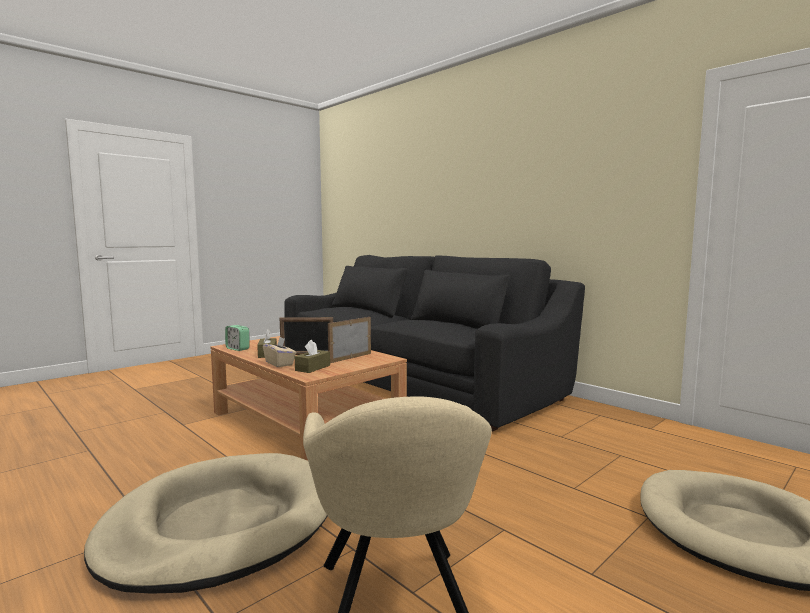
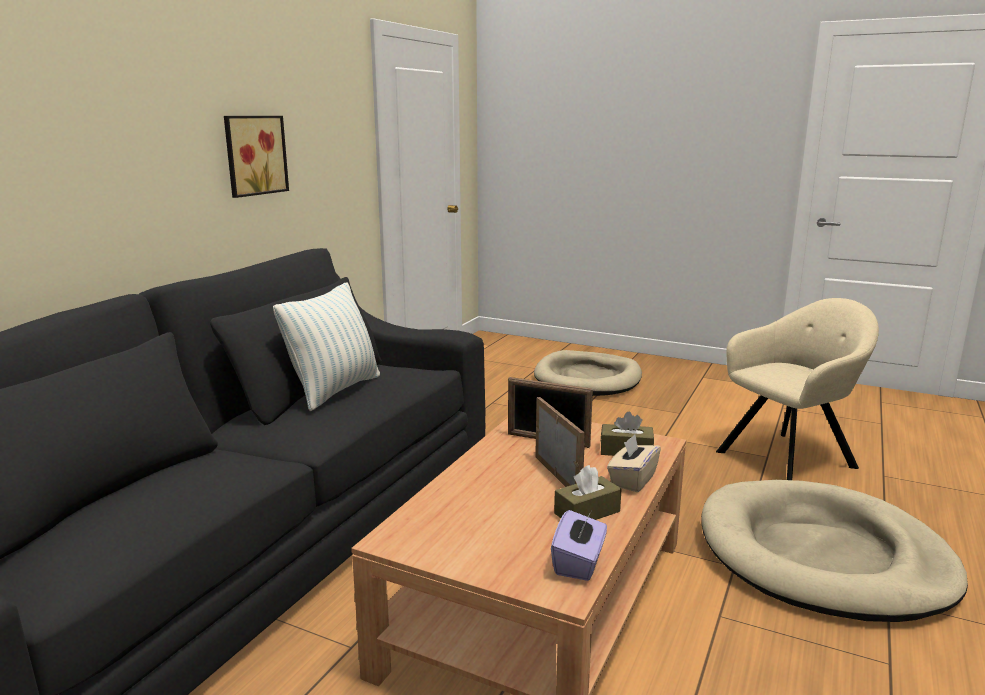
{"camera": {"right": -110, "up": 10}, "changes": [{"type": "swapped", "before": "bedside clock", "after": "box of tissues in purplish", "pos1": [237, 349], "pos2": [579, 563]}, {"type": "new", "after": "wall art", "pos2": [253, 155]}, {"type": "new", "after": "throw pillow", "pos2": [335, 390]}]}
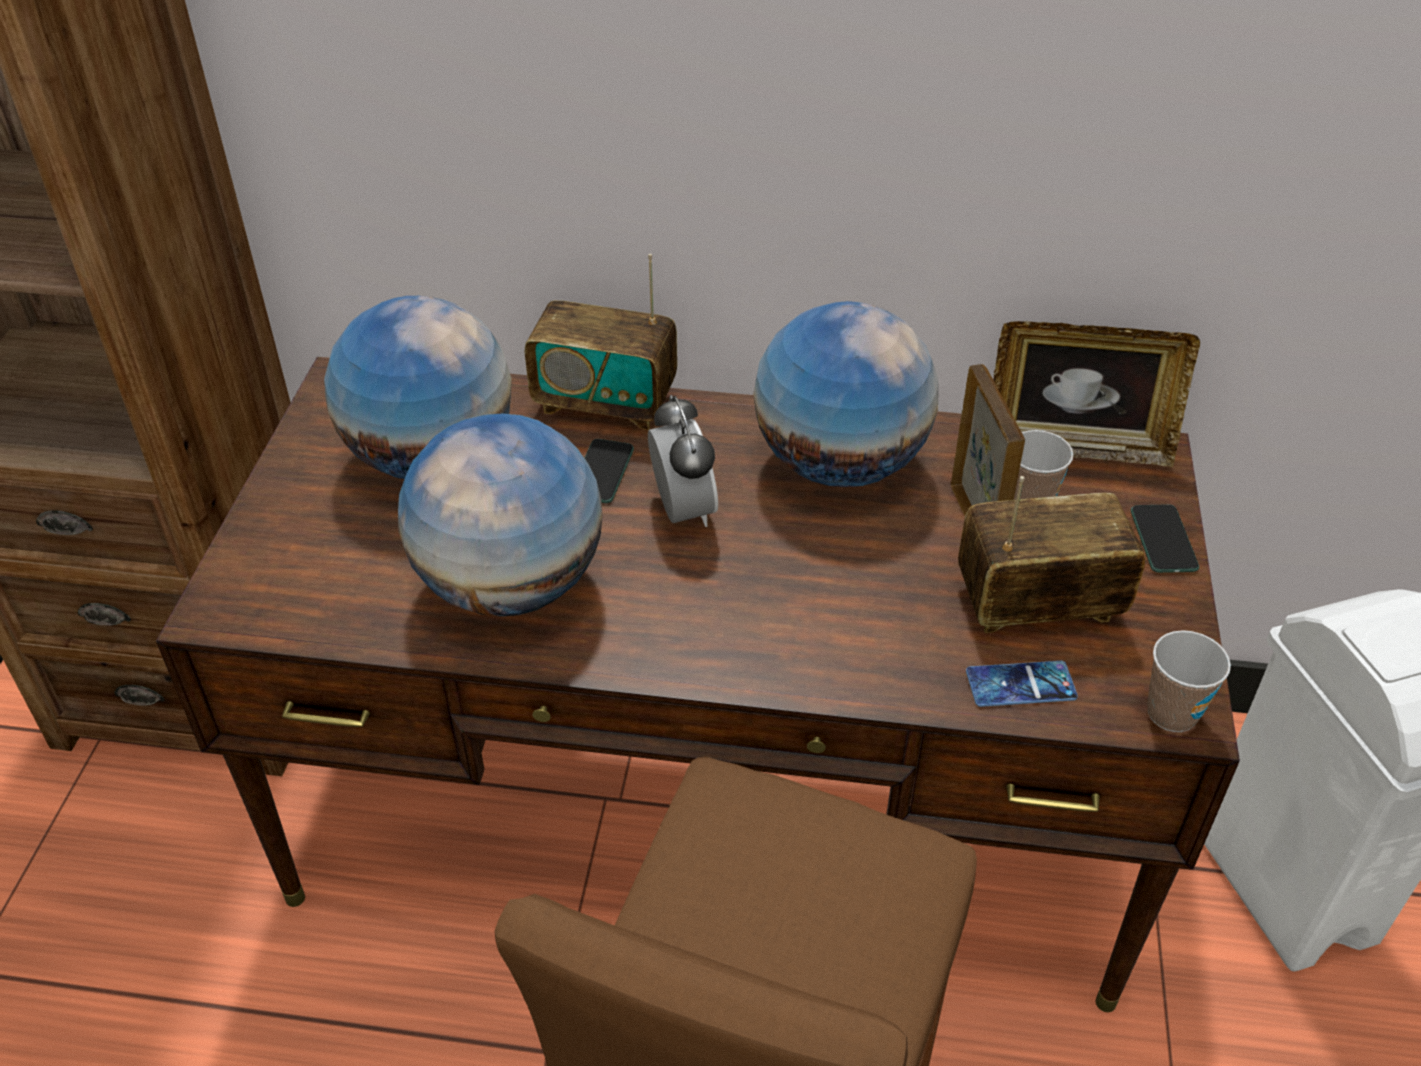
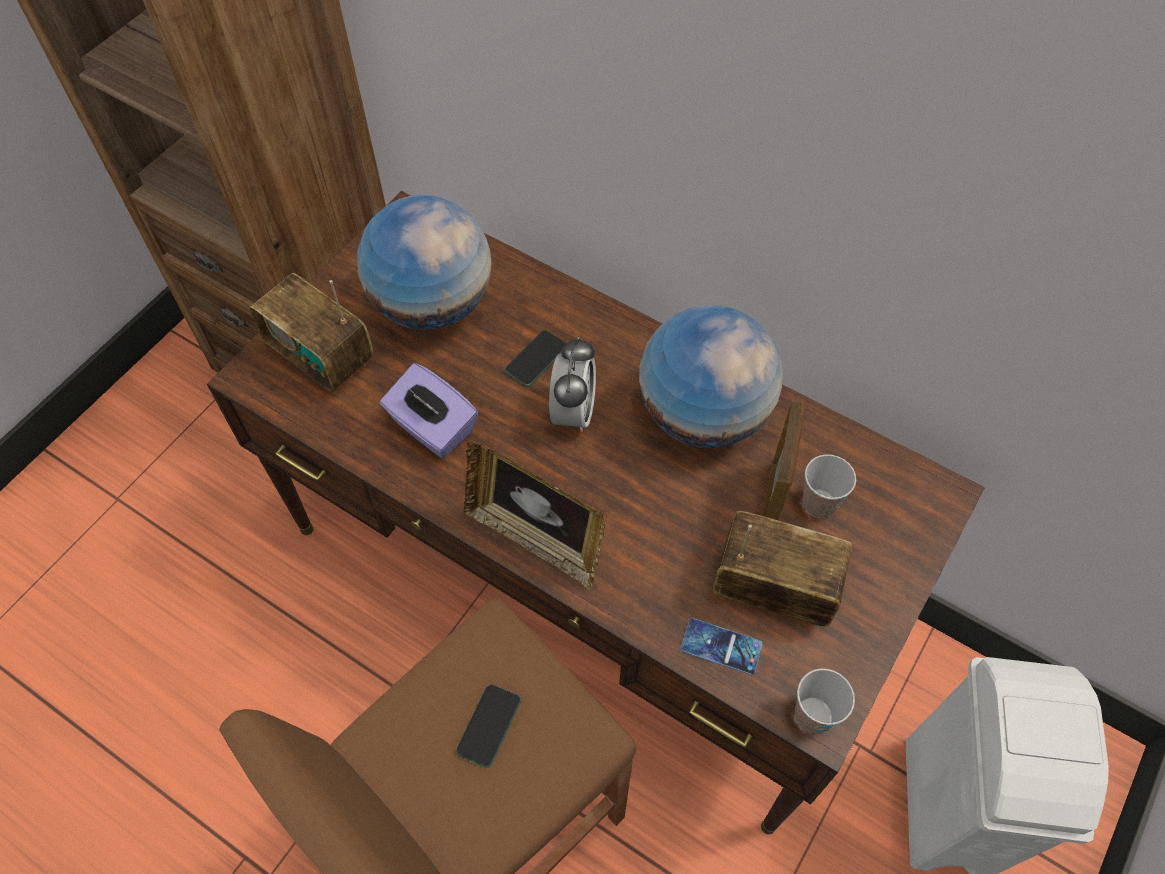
{"camera": {"right": 25, "up": 15}, "changes": [{"type": "swapped", "before": "globe", "after": "box of tissues in purplish", "pos1": [512, 585], "pos2": [432, 428]}, {"type": "shifted", "before": "radio", "pos1": [605, 403], "pos2": [321, 356]}, {"type": "shifted", "before": "picture frame", "pos1": [1076, 446], "pos2": [536, 539]}, {"type": "shifted", "before": "telephone", "pos1": [1163, 540], "pos2": [489, 726]}]}
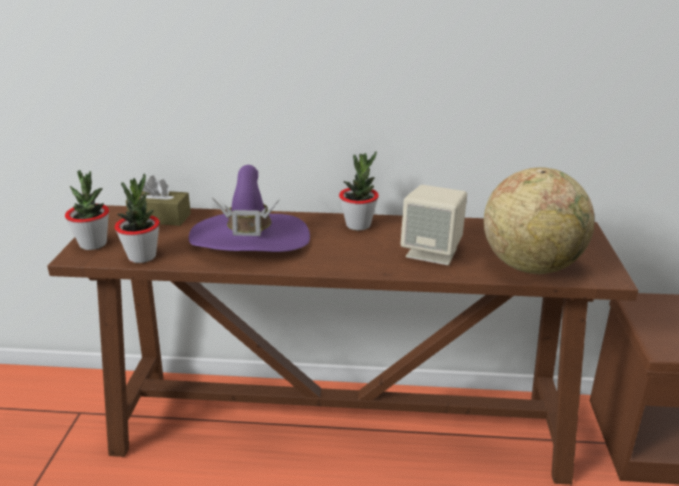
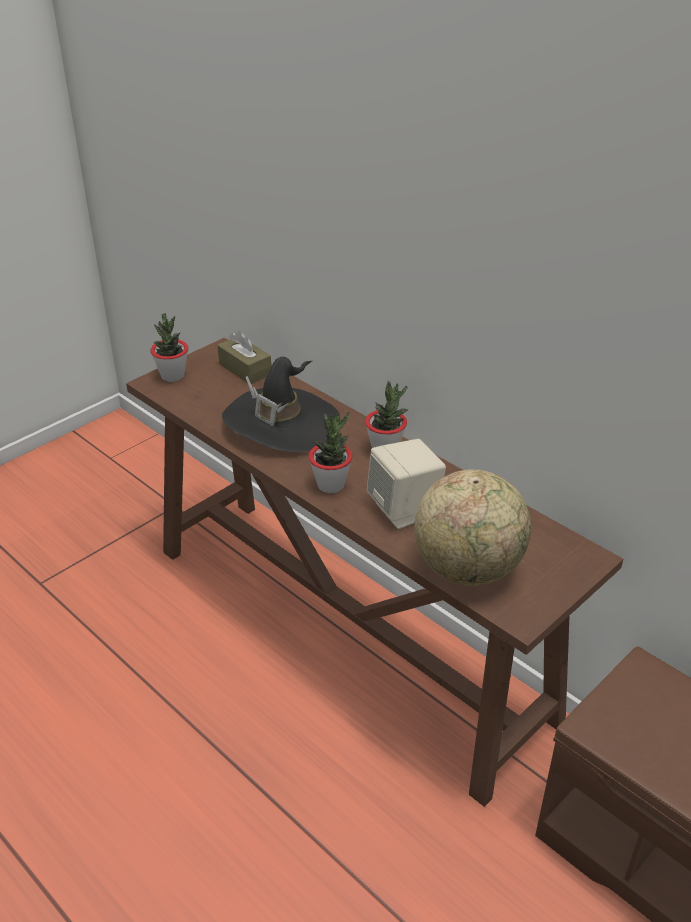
{"camera": {"right": 40, "up": 10}, "changes": [{"type": "shifted", "before": "plant in a pot", "pos1": [142, 256], "pos2": [331, 485]}, {"type": "repainted", "before": "clothing hat in purplish", "after": "clothing hat in blackish", "pos1": [250, 239], "pos2": [281, 423]}]}
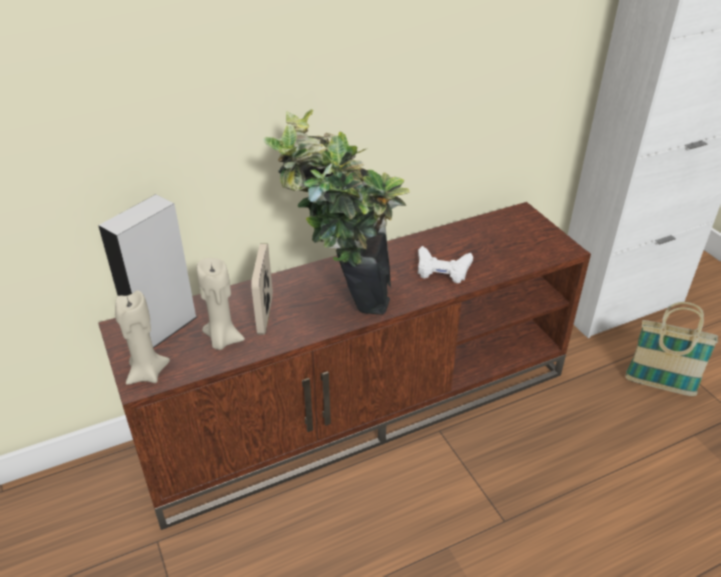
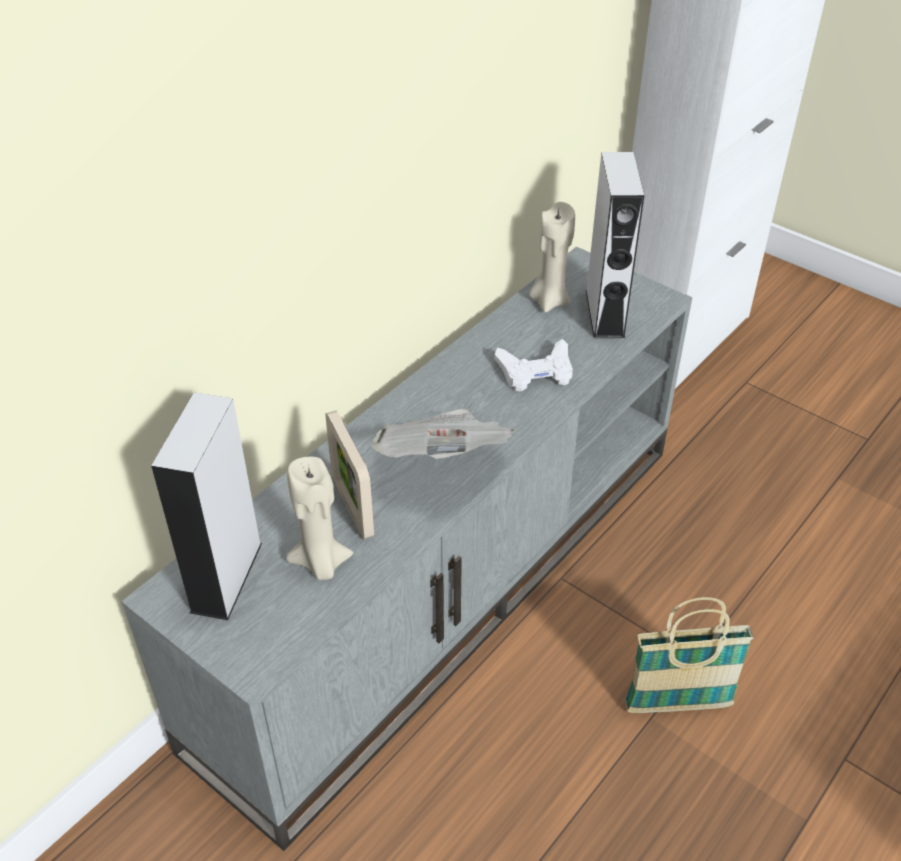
{"camera": {"right": -25, "up": 5}, "changes": [{"type": "repainted", "before": "media console in brown", "after": "media console in grey", "pos1": [360, 407], "pos2": [447, 583]}, {"type": "shifted", "before": "wax light in beige-coloured", "pos1": [147, 373], "pos2": [549, 300]}, {"type": "swapped", "before": "plant in a pot", "after": "newspaper", "pos1": [341, 304], "pos2": [443, 461]}, {"type": "shifted", "before": "basket", "pos1": [659, 386], "pos2": [678, 705]}, {"type": "new", "after": "audio speaker in grey", "pos2": [604, 313]}]}
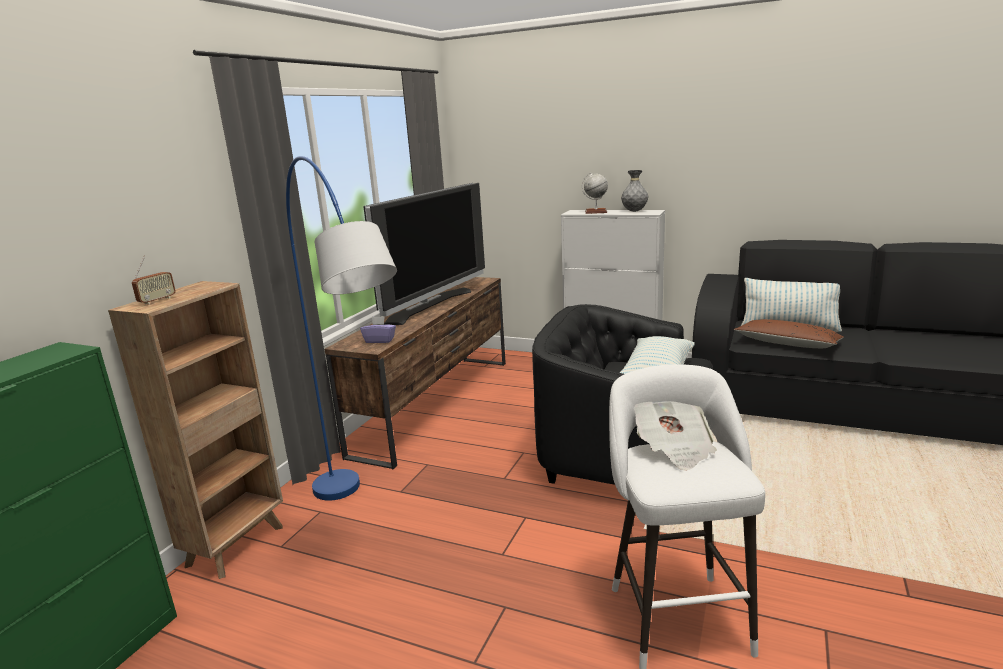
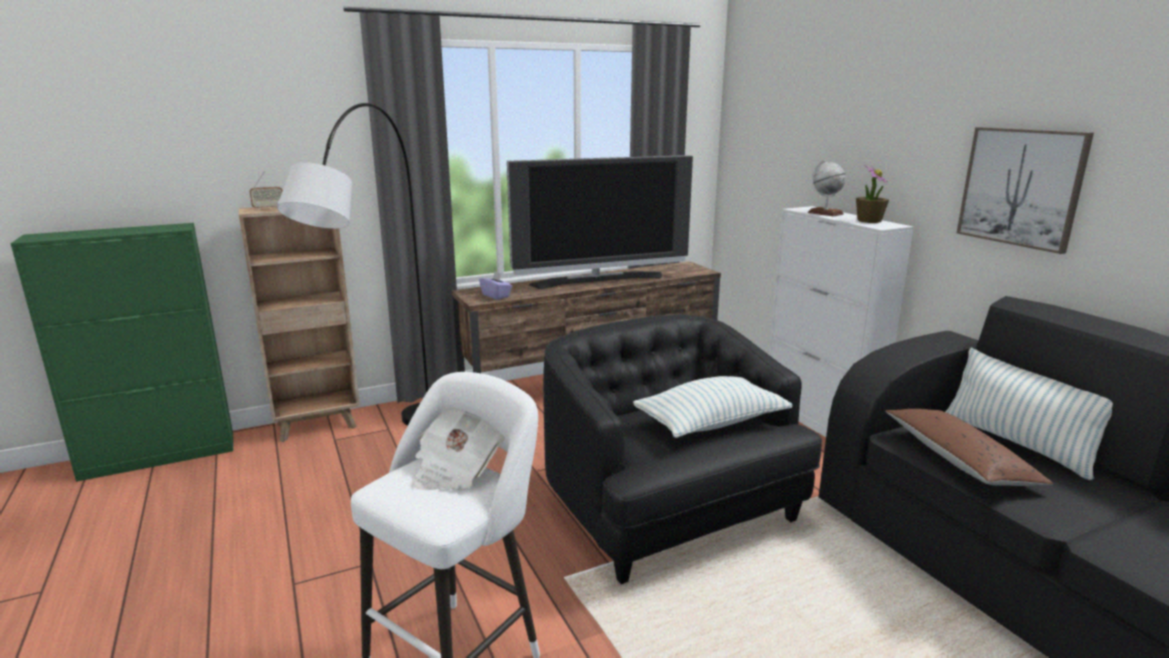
{"camera": {"right": 40, "up": 0}, "changes": [{"type": "repainted", "before": "standing lamp in bluish", "after": "standing lamp in grey", "pos1": [367, 531], "pos2": [389, 457]}, {"type": "swapped", "before": "flower vase in grey", "after": "plant in a pot", "pos1": [634, 211], "pos2": [869, 221]}, {"type": "new", "after": "wall art", "pos2": [1021, 187]}]}
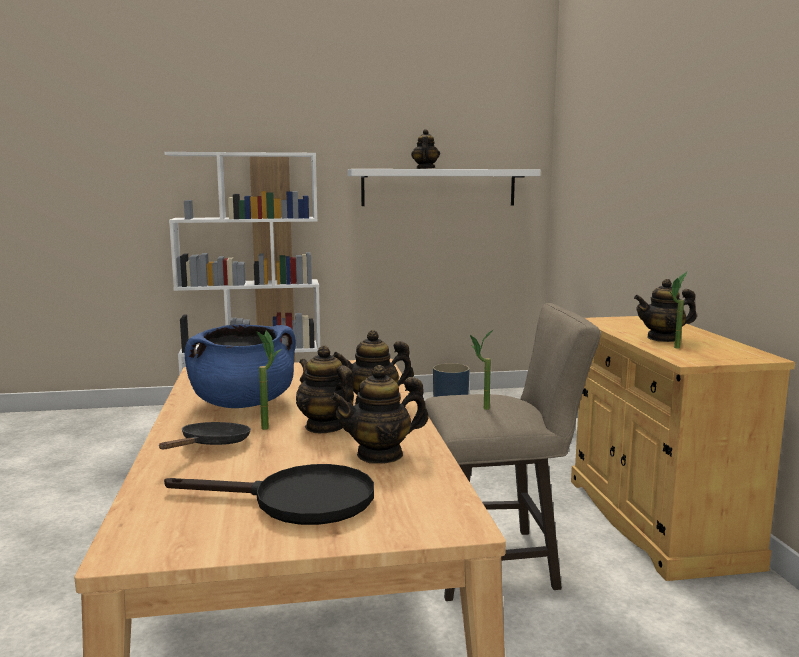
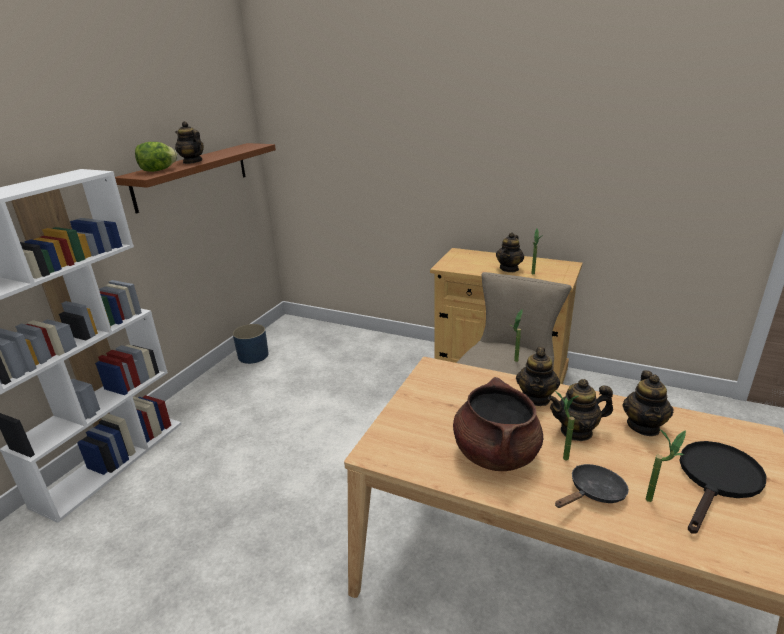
{"camera": {"right": -55, "up": 15}, "changes": [{"type": "rotated", "before": "skillet in blackish", "pos1": [212, 445], "pos2": [593, 493], "turn": 90}, {"type": "repainted", "before": "stockpot in bluish", "after": "stockpot in brown", "pos1": [243, 403], "pos2": [495, 454]}, {"type": "repainted", "before": "wall shelf in white-coloured", "after": "wall shelf in brown", "pos1": [439, 187], "pos2": [192, 175]}, {"type": "new", "after": "head of lettuce", "pos2": [158, 170]}, {"type": "new", "after": "plant in a pot", "pos2": [655, 499]}]}
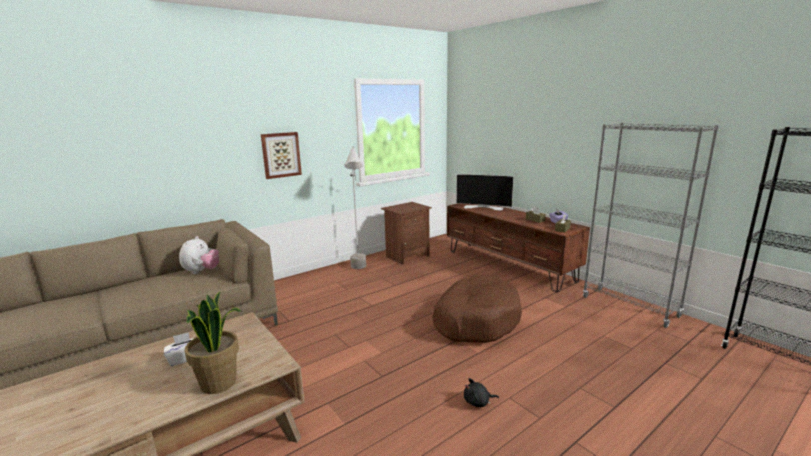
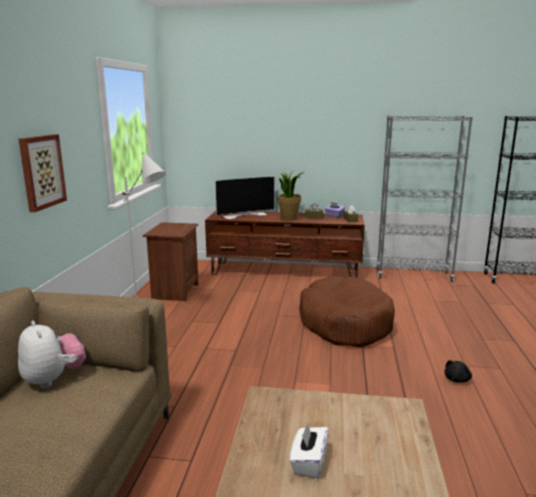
{"camera": {"right": -45, "up": 0}, "changes": [{"type": "shifted", "before": "plant in a pot", "pos1": [219, 383], "pos2": [289, 218]}]}
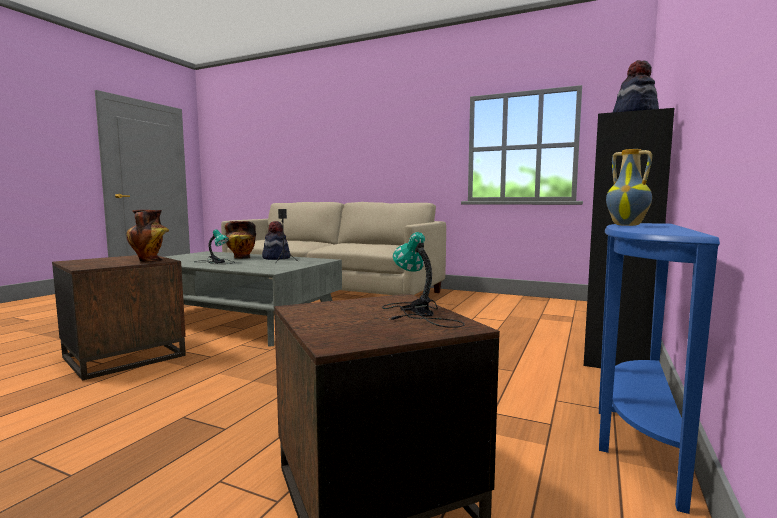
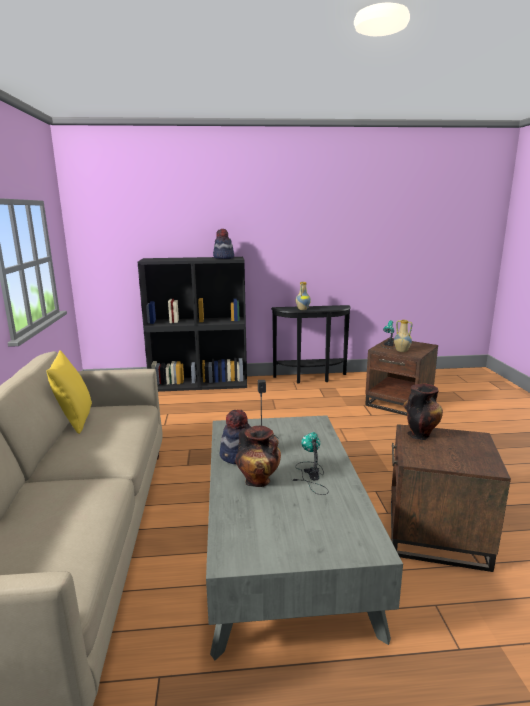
{"camera": {"right": -120, "up": 10}, "changes": [{"type": "repainted", "before": "console table in bluish", "after": "console table in blackish", "pos1": [634, 437], "pos2": [311, 378]}, {"type": "new", "after": "throw pillow in yellowish", "pos2": [75, 419]}, {"type": "new", "after": "flower vase", "pos2": [401, 351]}]}
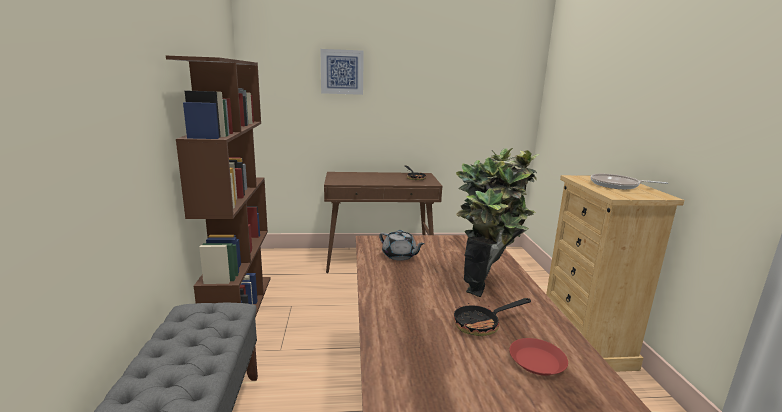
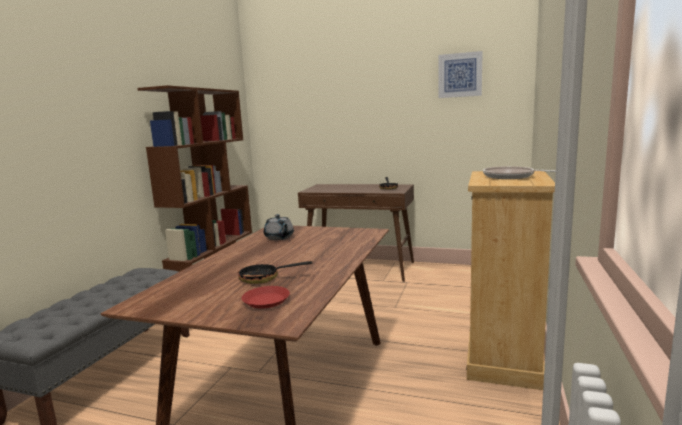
{"camera": {"right": 25, "up": -5}, "changes": [{"type": "shifted", "before": "wall art", "pos1": [342, 72], "pos2": [460, 75]}, {"type": "gone", "before": "plant in a pot", "pos1": [487, 284]}]}
